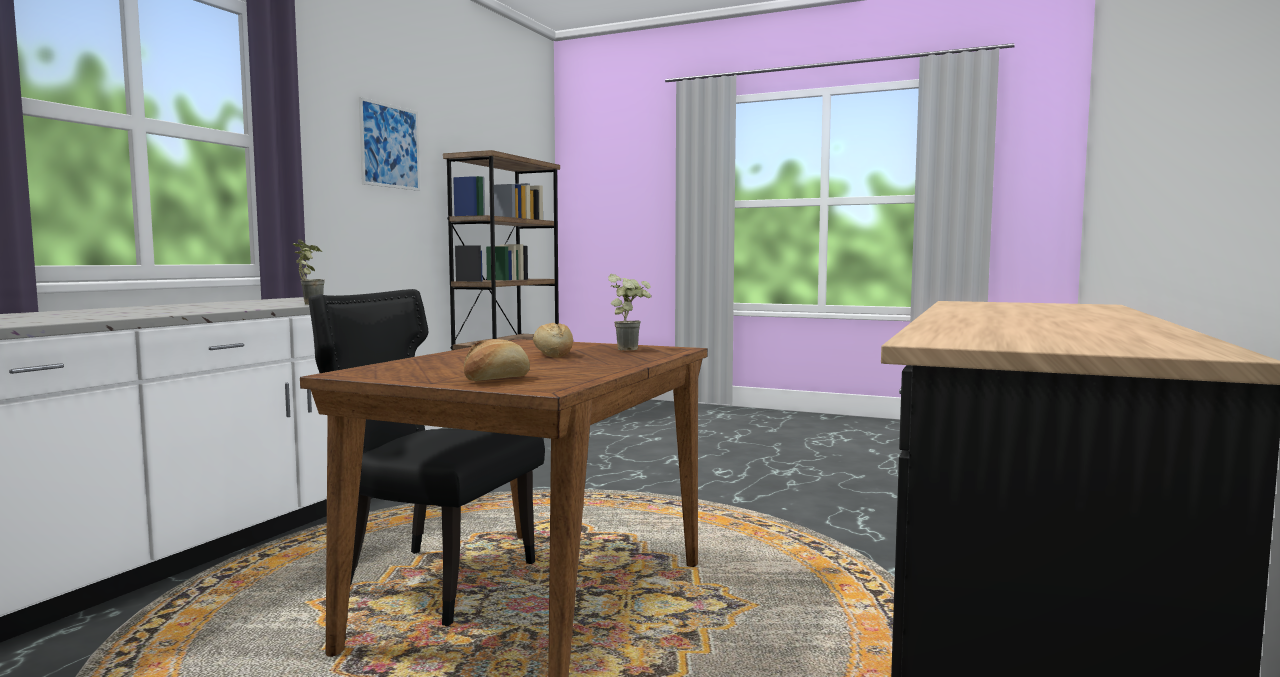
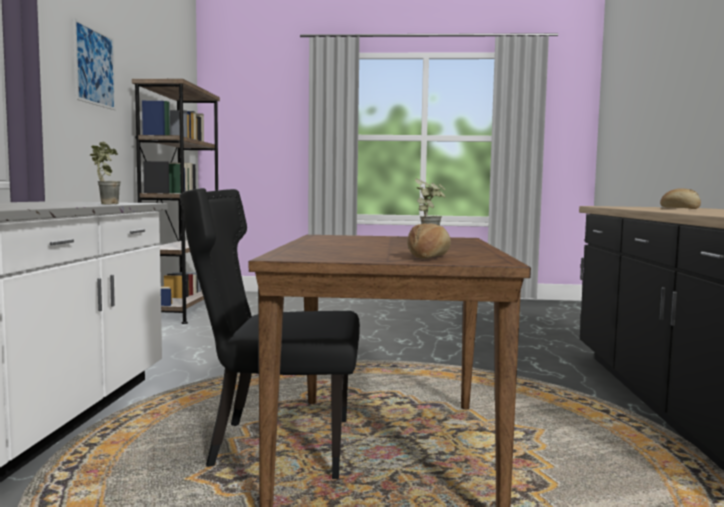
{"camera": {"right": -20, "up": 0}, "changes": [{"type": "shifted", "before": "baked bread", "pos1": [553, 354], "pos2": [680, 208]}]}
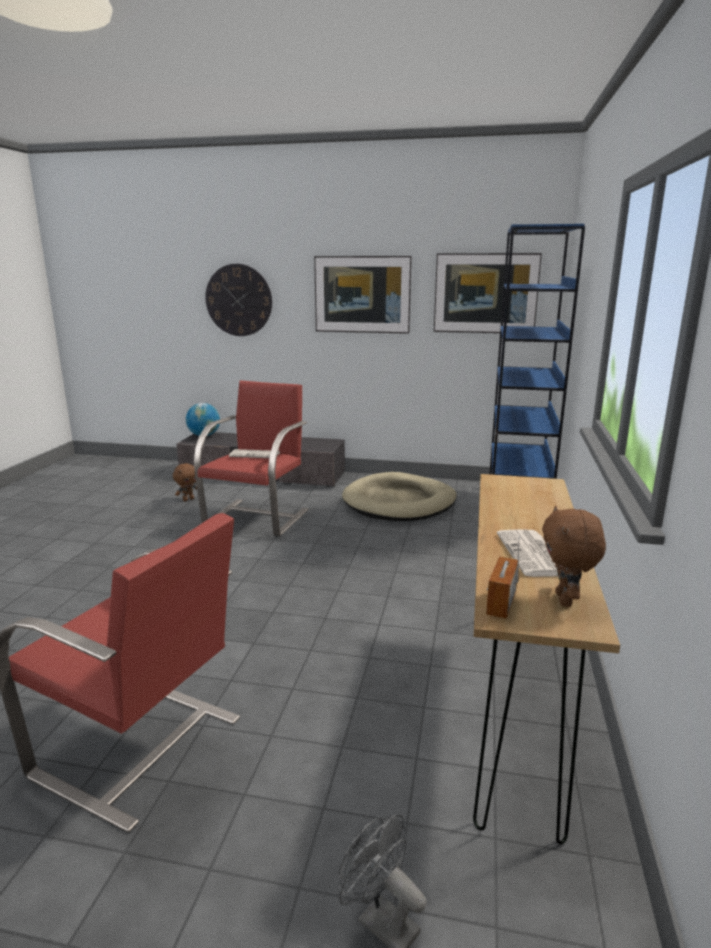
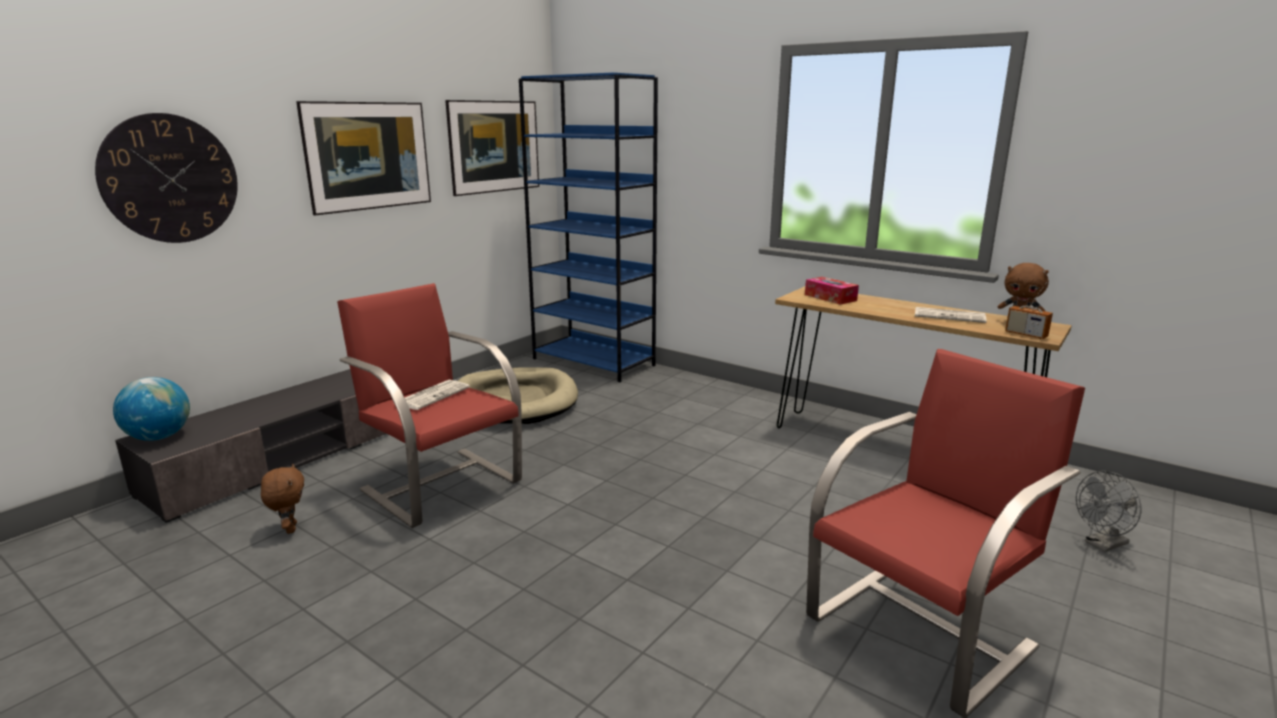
{"camera": {"right": -65, "up": 0}, "changes": [{"type": "new", "after": "box of tissues", "pos2": [830, 297]}]}
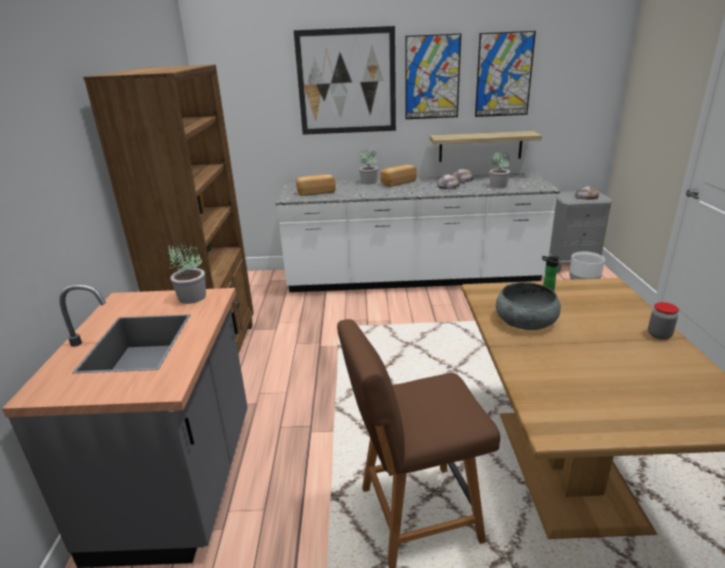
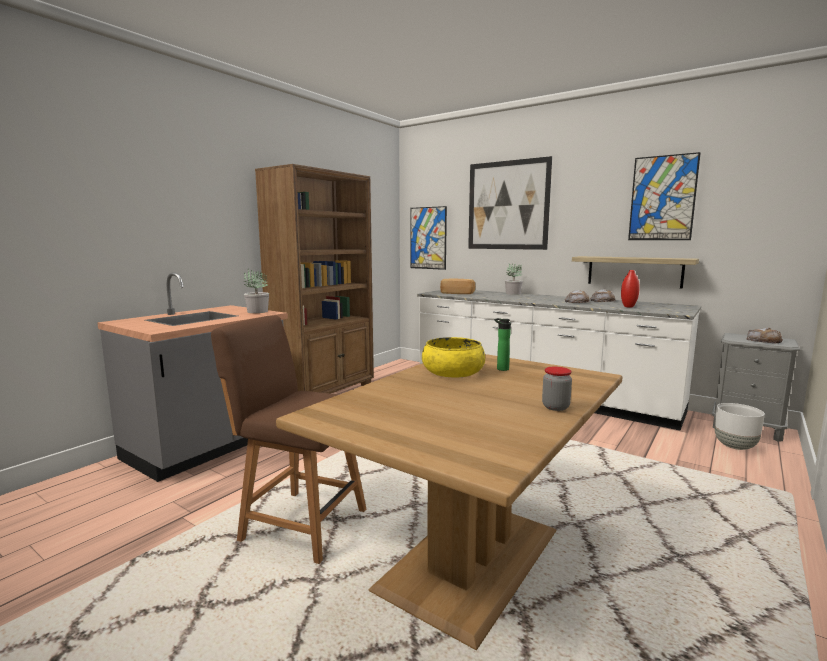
{"camera": {"right": 35, "up": -15}, "changes": [{"type": "gone", "before": "baked bread", "pos1": [398, 182]}, {"type": "shifted", "before": "wall art", "pos1": [432, 77], "pos2": [428, 238]}, {"type": "swapped", "before": "plant in a pot", "after": "flower vase in red", "pos1": [498, 186], "pos2": [628, 306]}, {"type": "repainted", "before": "bowl in grey", "after": "bowl in yellowish", "pos1": [525, 320], "pos2": [453, 372]}]}
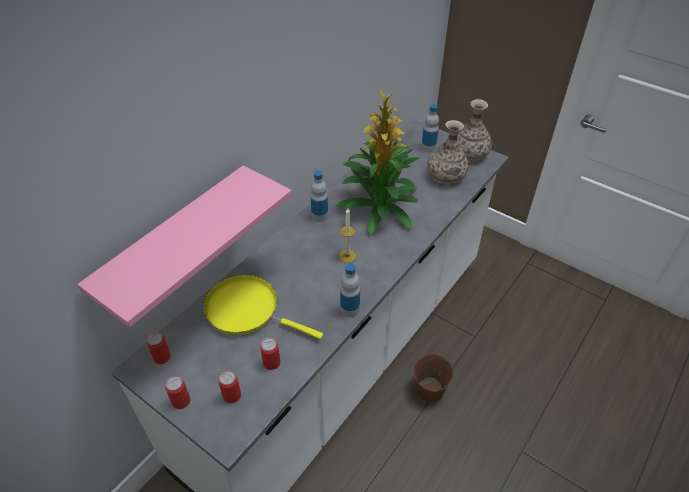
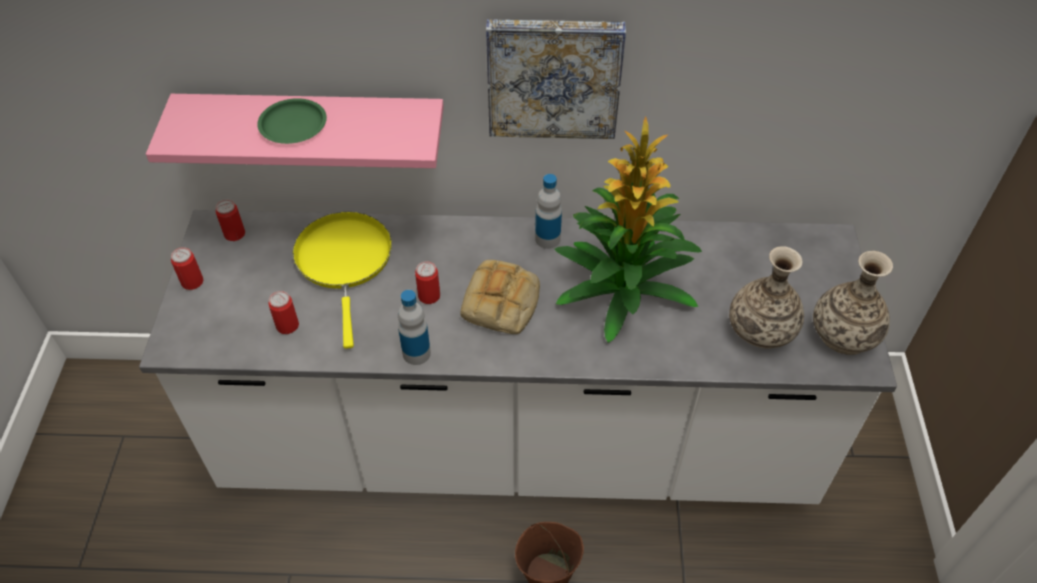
{"camera": {"right": 55, "up": 5}, "changes": [{"type": "shifted", "before": "metal can", "pos1": [232, 395], "pos2": [429, 296]}, {"type": "swapped", "before": "wax light", "after": "baked bread", "pos1": [347, 256], "pos2": [502, 303]}, {"type": "gone", "before": "drink bottle", "pos1": [428, 148]}, {"type": "new", "after": "plate in green-coloured", "pos2": [294, 125]}, {"type": "new", "after": "wall art", "pos2": [553, 76]}]}
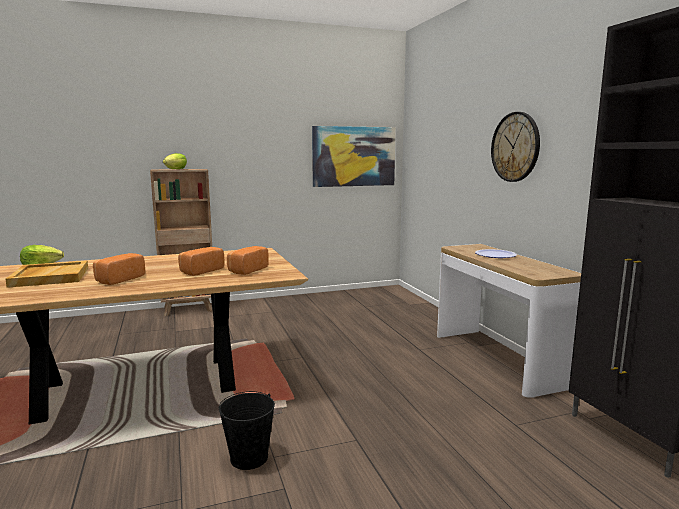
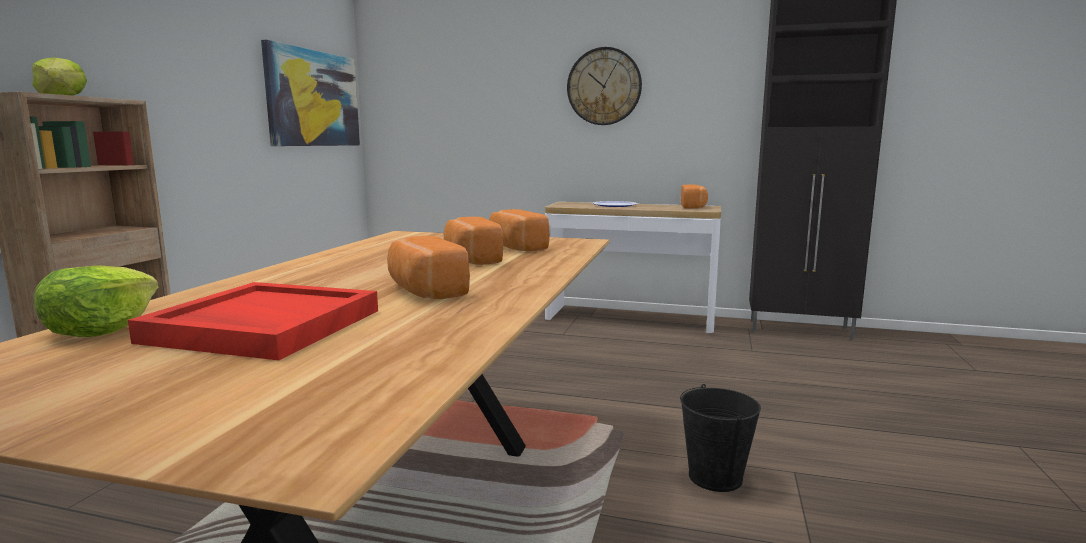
{"camera": {"right": -55, "up": 0}, "changes": [{"type": "repainted", "before": "serving tray in beige-coloured", "after": "serving tray in red", "pos1": [50, 277], "pos2": [262, 326]}, {"type": "new", "after": "baked bread", "pos2": [694, 207]}]}
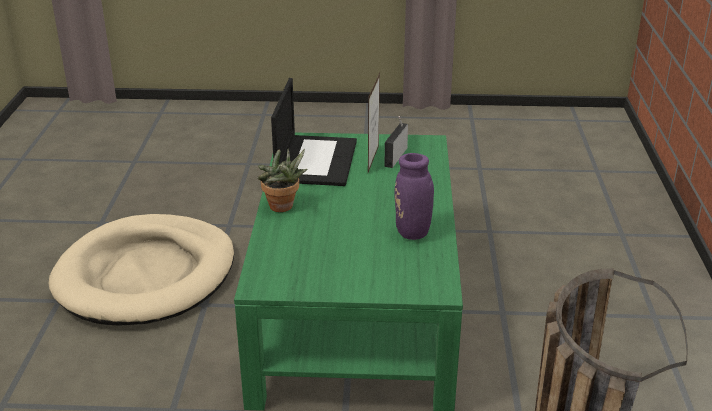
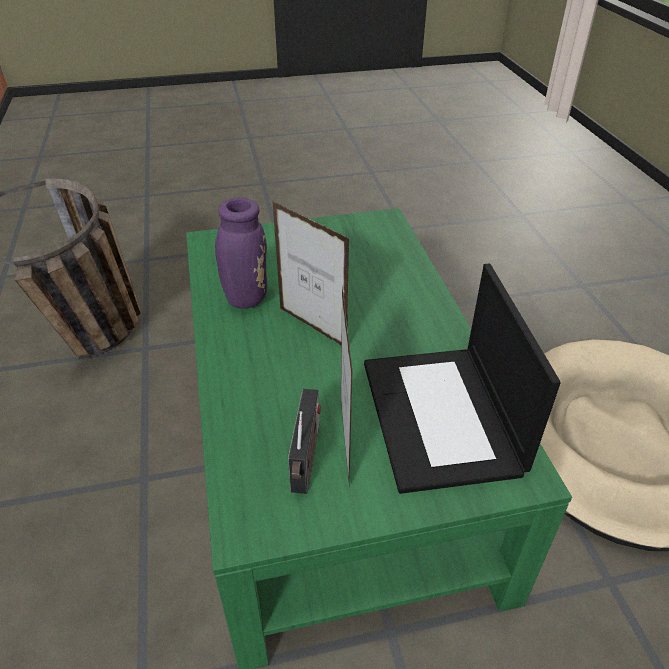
{"camera": {"right": 165, "up": 10}, "changes": [{"type": "gone", "before": "plant in a pot", "pos1": [283, 208]}, {"type": "new", "after": "picture frame", "pos2": [312, 328]}]}
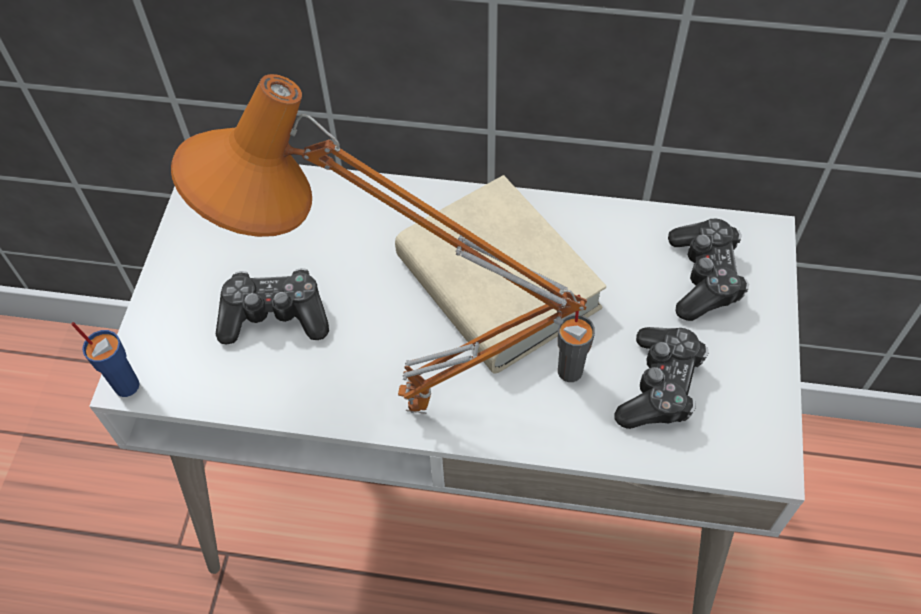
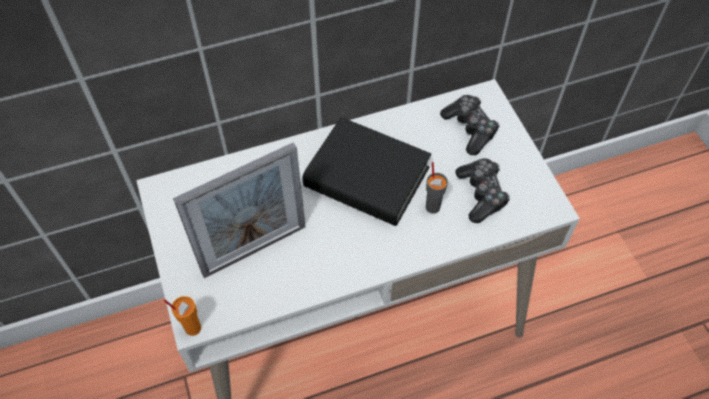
{"camera": {"right": -30, "up": 0}, "changes": [{"type": "repainted", "before": "drinking cup in bluish", "after": "drinking cup in orange-coloured", "pos1": [126, 385], "pos2": [192, 327]}, {"type": "gone", "before": "table lamp in orange-coloured", "pos1": [415, 420]}, {"type": "swapped", "before": "joypad", "after": "picture frame", "pos1": [275, 316], "pos2": [254, 250]}, {"type": "repainted", "before": "book in beige-coloured", "after": "book in blackish", "pos1": [497, 283], "pos2": [366, 178]}]}
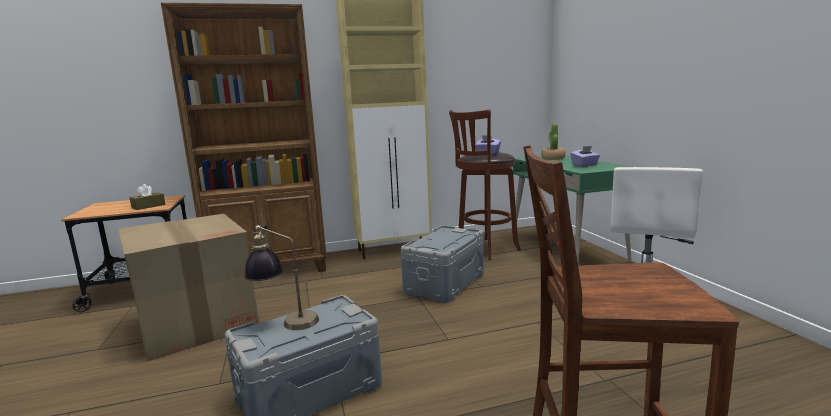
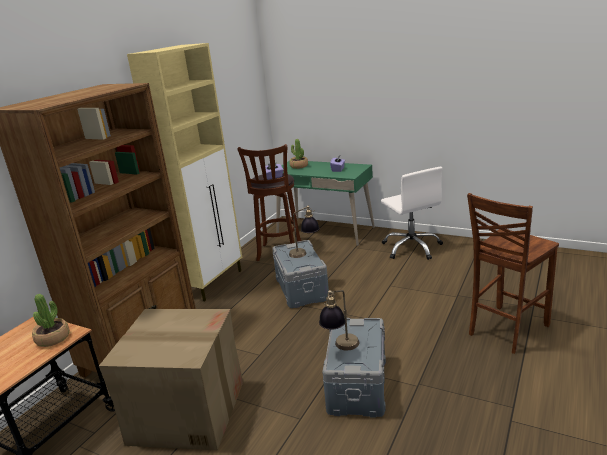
{"camera": {"right": -45, "up": 10}, "changes": [{"type": "swapped", "before": "box of tissues in brown", "after": "plant in a pot", "pos1": [148, 206], "pos2": [53, 338]}, {"type": "new", "after": "table lamp", "pos2": [305, 254]}]}
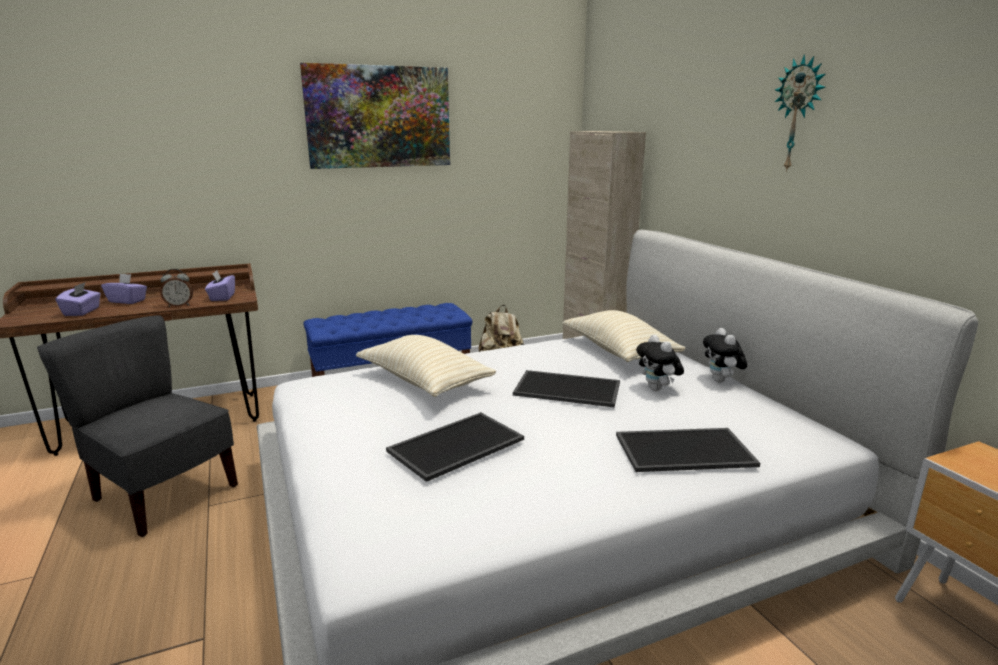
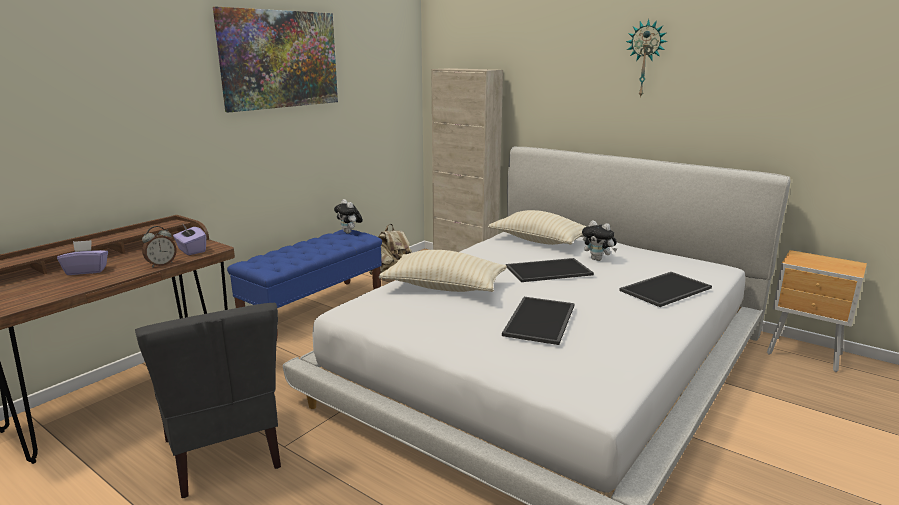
{"camera": {"right": -30, "up": 0}, "changes": [{"type": "rotated", "before": "upright chair in grey", "pos1": [163, 494], "pos2": [224, 453], "turn": -120}, {"type": "gone", "before": "box of tissues in purplish", "pos1": [82, 312]}, {"type": "shifted", "before": "cuddly toy", "pos1": [721, 381], "pos2": [349, 232]}]}
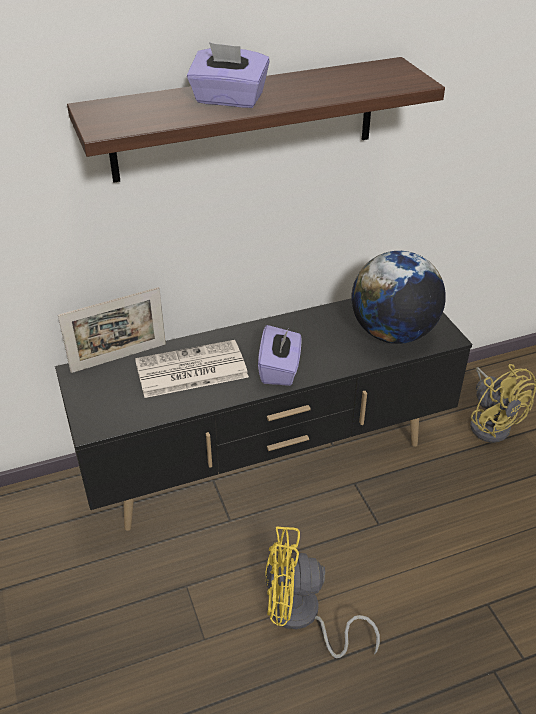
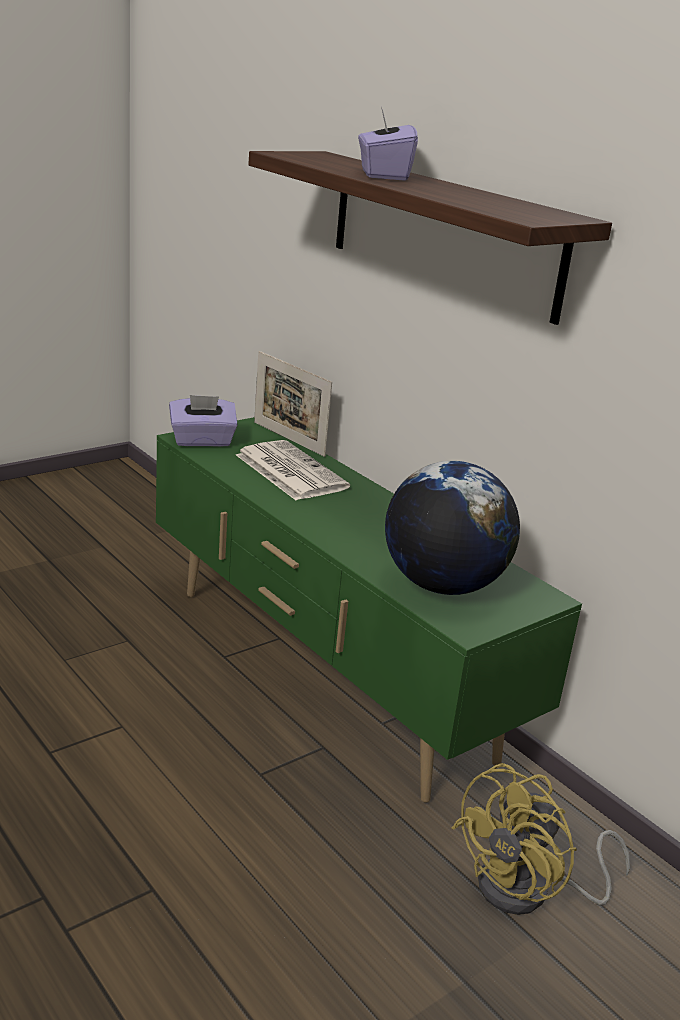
{"camera": {"right": 70, "up": -15}, "changes": [{"type": "repainted", "before": "media console in blackish", "after": "media console in green-coloured", "pos1": [268, 462], "pos2": [325, 673]}, {"type": "shifted", "before": "box of tissues in purplish", "pos1": [280, 369], "pos2": [202, 441]}, {"type": "gone", "before": "cooling fan in yellowish", "pos1": [302, 617]}]}
